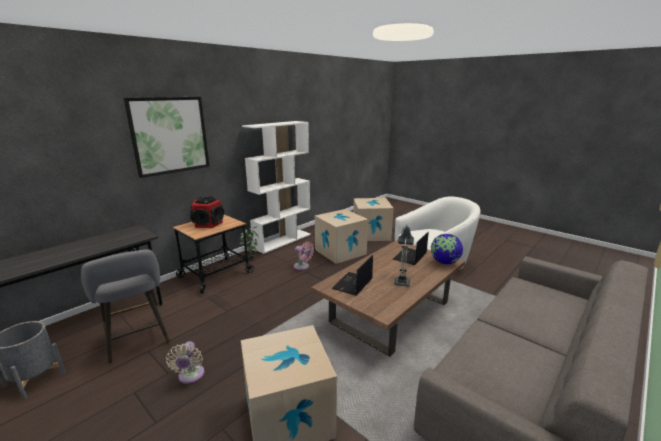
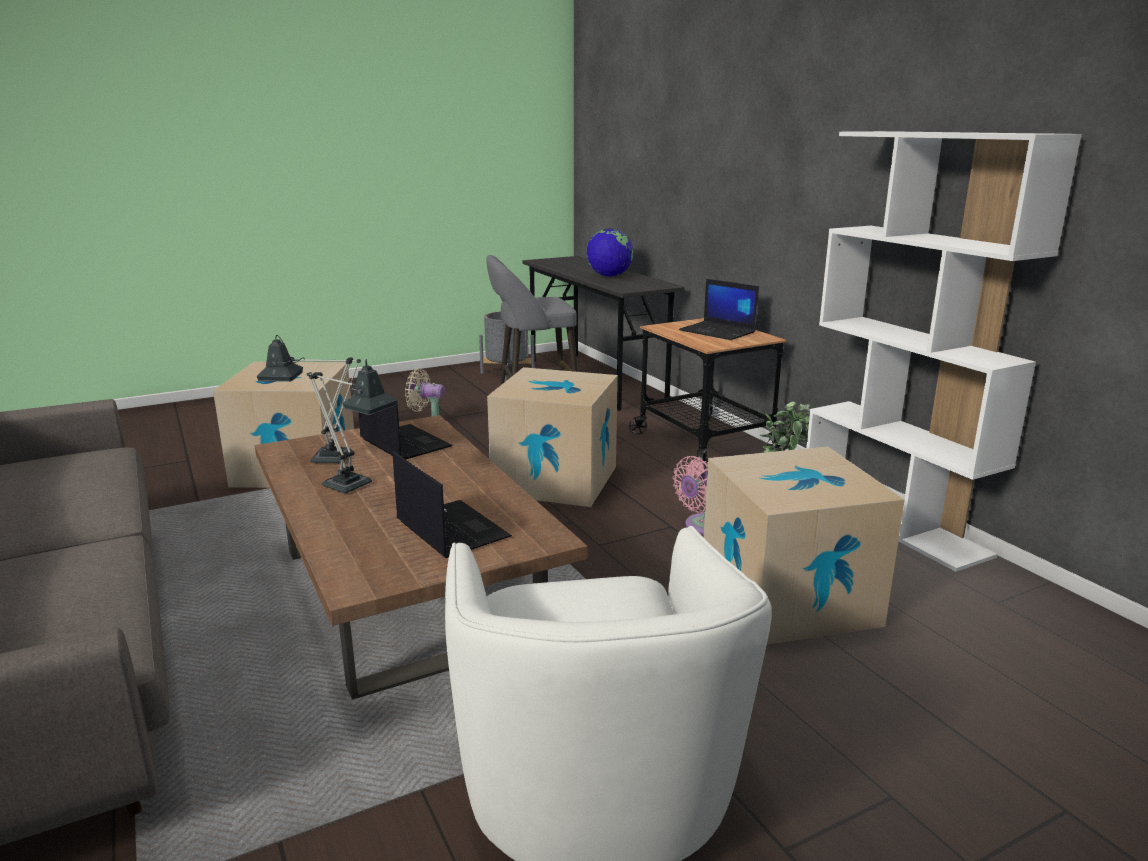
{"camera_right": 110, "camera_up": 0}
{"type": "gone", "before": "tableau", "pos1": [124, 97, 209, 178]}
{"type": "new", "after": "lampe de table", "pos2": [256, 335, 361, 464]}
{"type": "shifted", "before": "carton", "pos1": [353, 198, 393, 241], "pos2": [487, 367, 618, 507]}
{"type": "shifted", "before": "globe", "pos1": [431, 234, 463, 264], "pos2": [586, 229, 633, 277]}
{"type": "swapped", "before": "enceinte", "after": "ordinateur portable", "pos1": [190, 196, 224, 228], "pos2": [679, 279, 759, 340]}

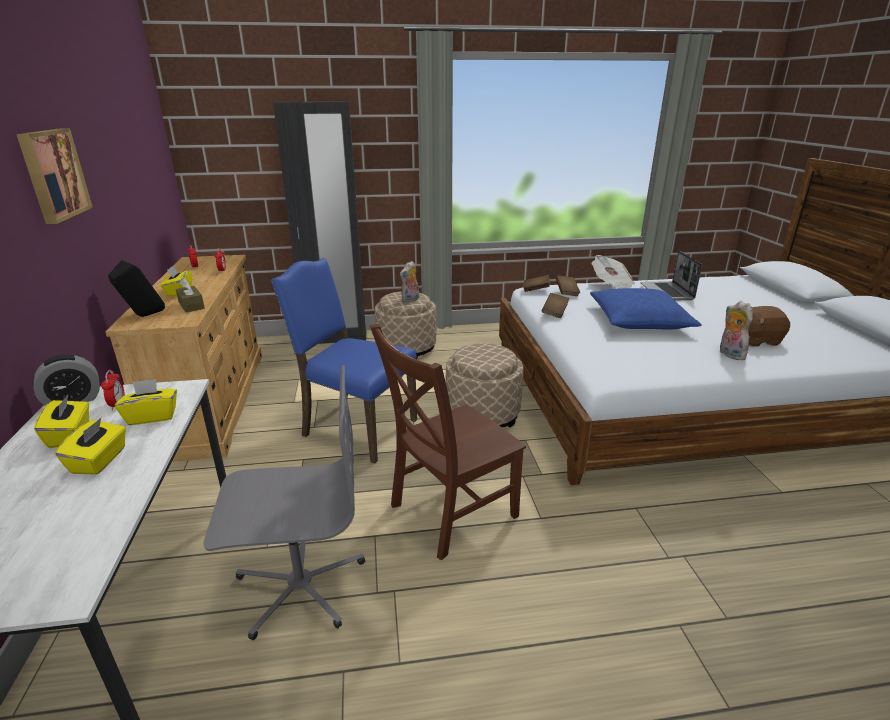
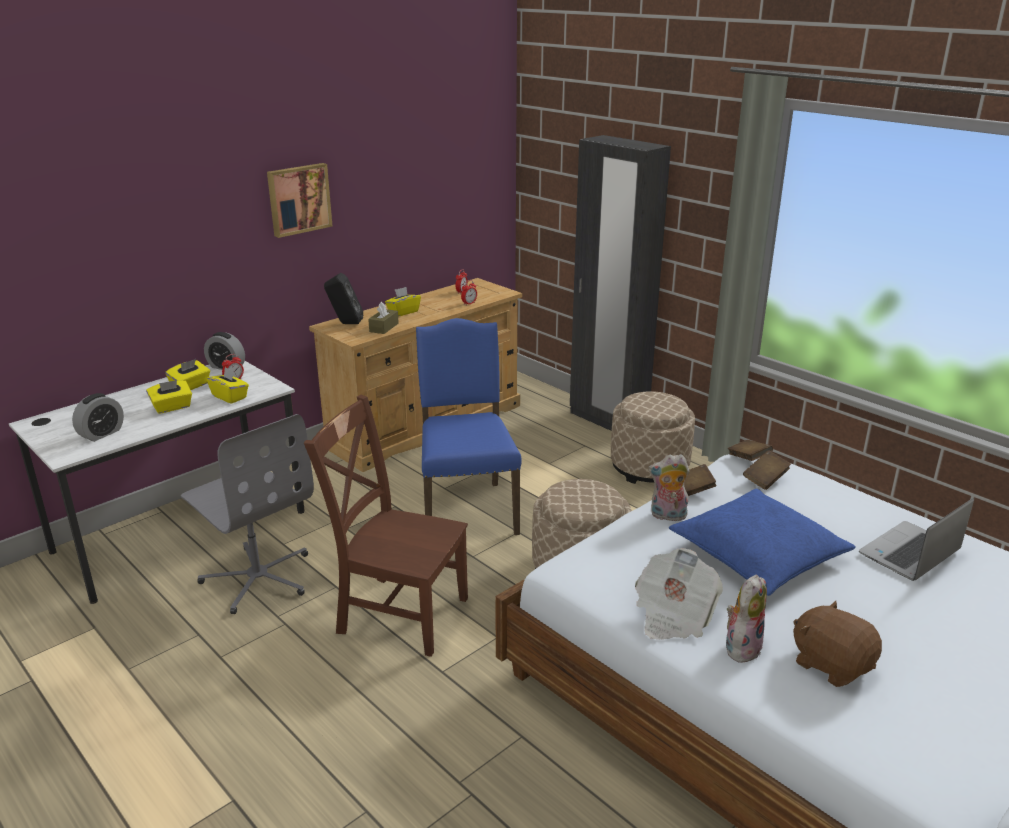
{"camera_right": 55, "camera_up": 0}
{"type": "new", "after": "réveil", "pos2": [72, 393, 124, 442]}
{"type": "shifted", "before": "peluche", "pos1": [400, 261, 419, 303], "pos2": [648, 454, 690, 521]}
{"type": "shifted", "before": "journal", "pos1": [592, 255, 635, 289], "pos2": [635, 548, 723, 640]}

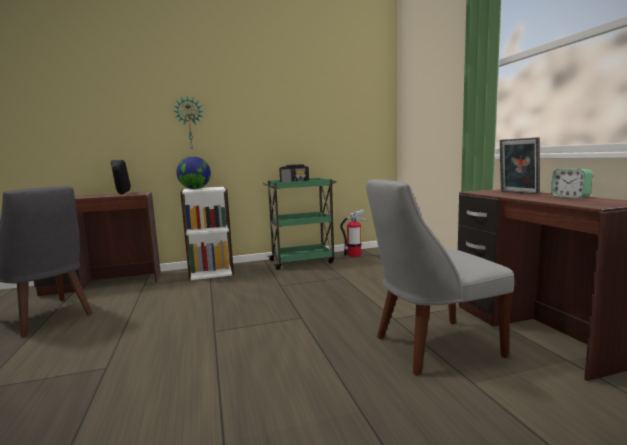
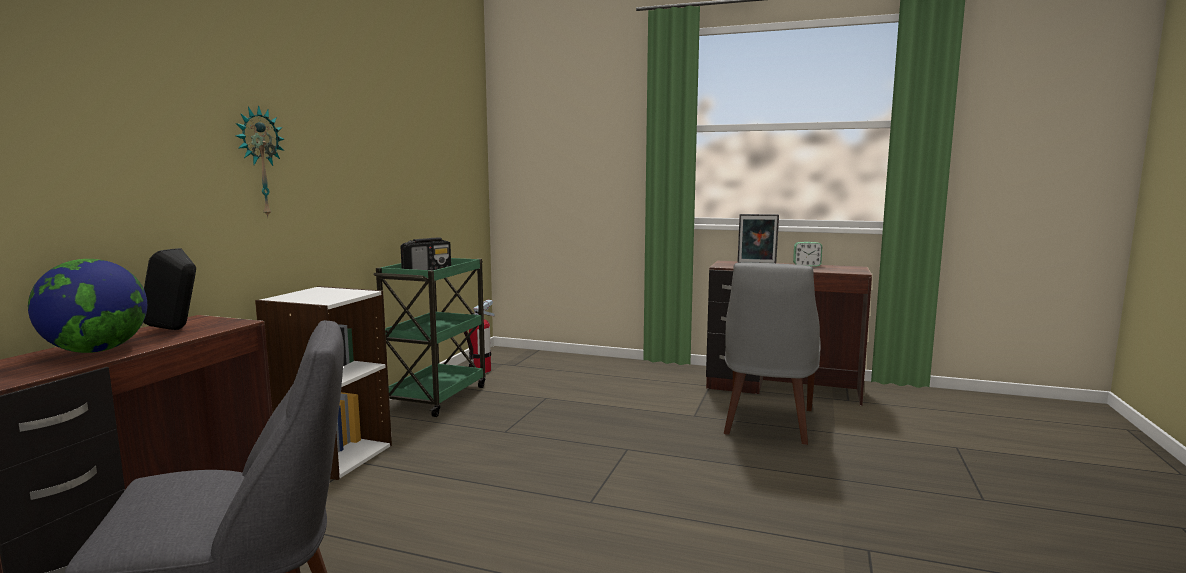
{"camera_right": -55, "camera_up": 0}
{"type": "shifted", "before": "globe", "pos1": [177, 156, 211, 189], "pos2": [28, 259, 147, 353]}

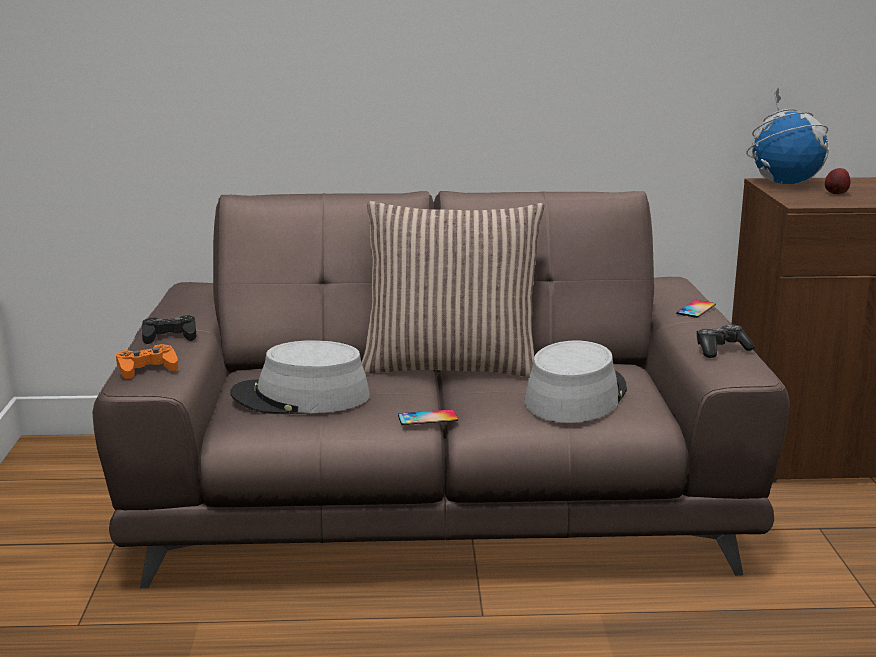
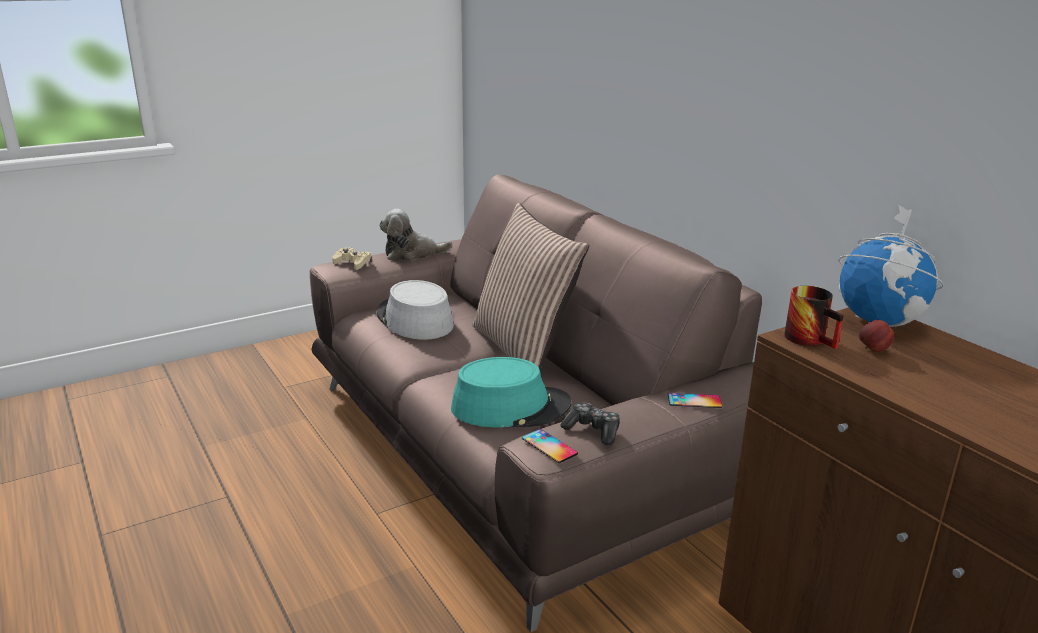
{"camera_right": 60, "camera_up": 5}
{"type": "new", "after": "mug", "pos2": [784, 286, 844, 349]}
{"type": "shifted", "before": "téléphone", "pos1": [398, 409, 458, 425], "pos2": [522, 429, 578, 463]}
{"type": "swapped", "before": "manette/noir", "after": "peluche", "pos1": [142, 315, 196, 344], "pos2": [379, 209, 452, 261]}
{"type": "repainted", "before": "manette/orange", "after": "manette/beige", "pos1": [116, 344, 178, 380], "pos2": [332, 248, 372, 270]}
{"type": "repainted", "before": "chapeau/gris", "after": "chapeau/turquoise", "pos1": [524, 340, 627, 423], "pos2": [451, 357, 571, 428]}

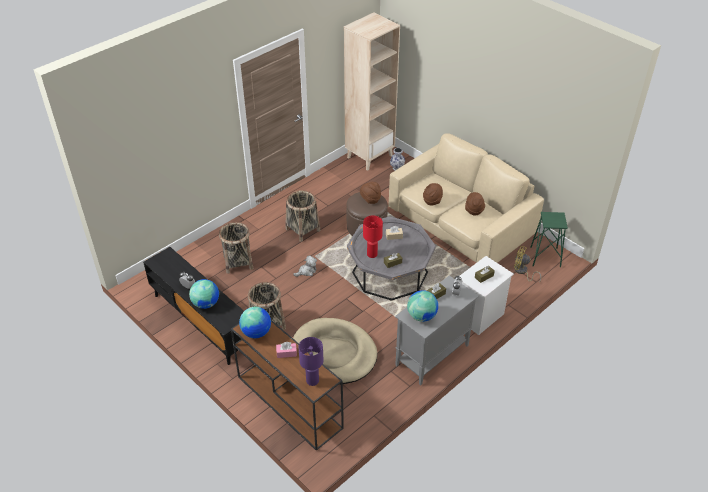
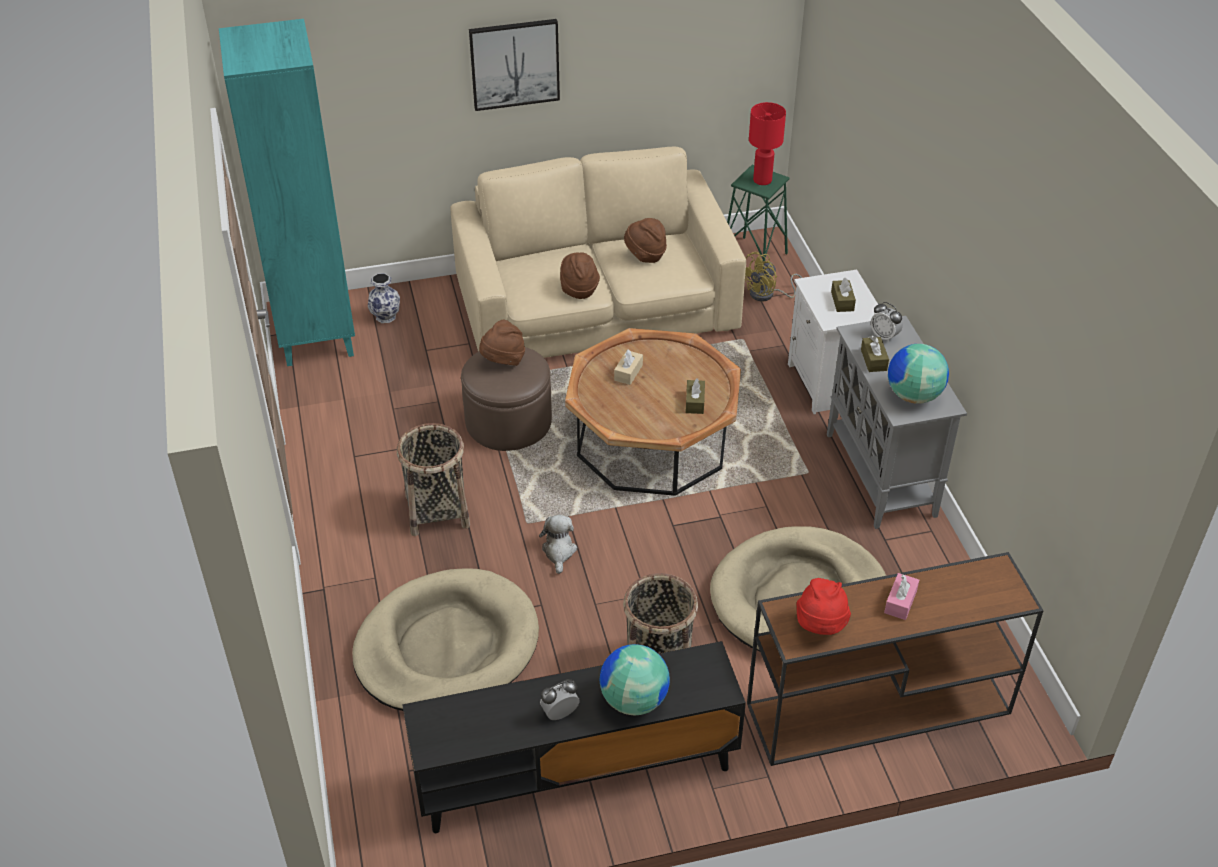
{"camera_right": -60, "camera_up": 0}
{"type": "gone", "before": "lampe de table/violet", "pos1": [298, 337, 324, 386]}
{"type": "new", "after": "tableau", "pos2": [469, 19, 560, 111]}
{"type": "shifted", "before": "lampe de table/rouge", "pos1": [363, 215, 383, 258], "pos2": [749, 102, 786, 185]}
{"type": "swapped", "before": "panier", "after": "panier pour chien/beige", "pos1": [219, 222, 253, 274], "pos2": [352, 569, 539, 711]}
{"type": "swapped", "before": "globe", "after": "chapeau/rouge", "pos1": [239, 307, 271, 338], "pos2": [797, 578, 851, 635]}
{"type": "repainted", "before": "bibliothèque/beige", "after": "bibliothèque/turquoise", "pos1": [344, 13, 400, 171], "pos2": [219, 19, 355, 366]}
{"type": "repainted", "before": "table basse/gris", "after": "table basse/marron", "pos1": [347, 216, 436, 301], "pos2": [565, 328, 741, 496]}

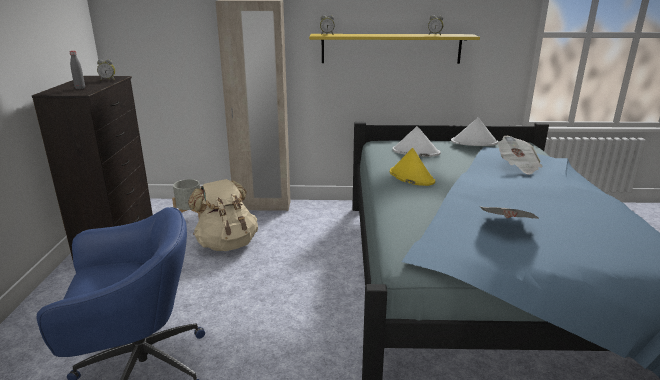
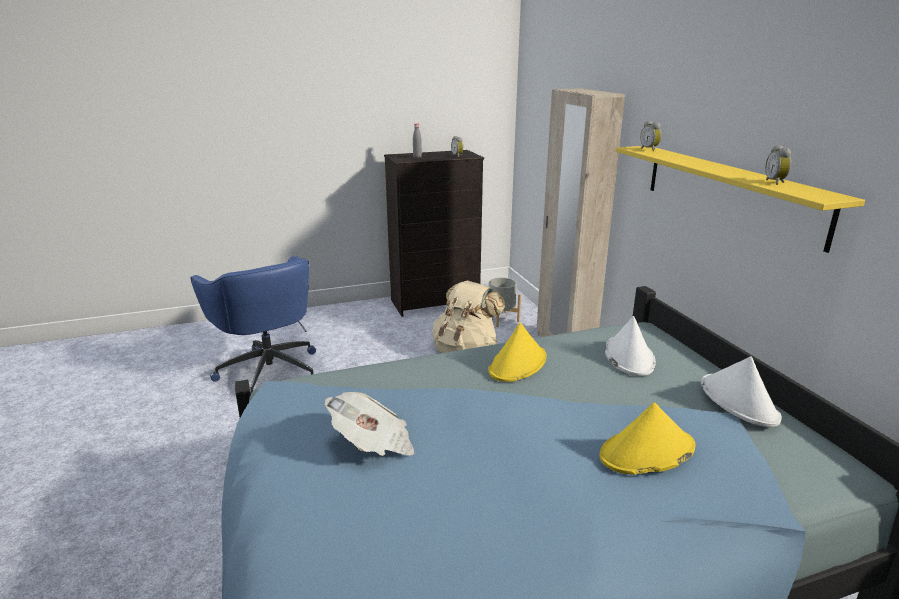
{"camera_right": 70, "camera_up": 0}
{"type": "swapped", "before": "journal", "after": "chapeau/jaune", "pos1": [498, 136, 542, 175], "pos2": [600, 403, 696, 475]}

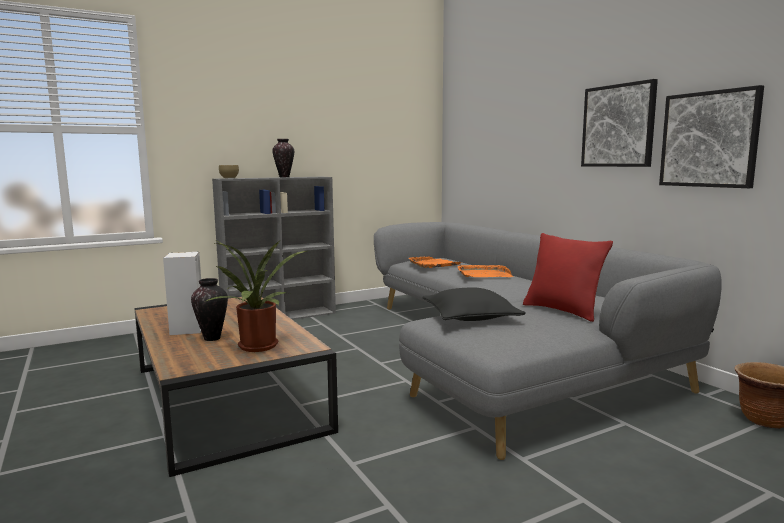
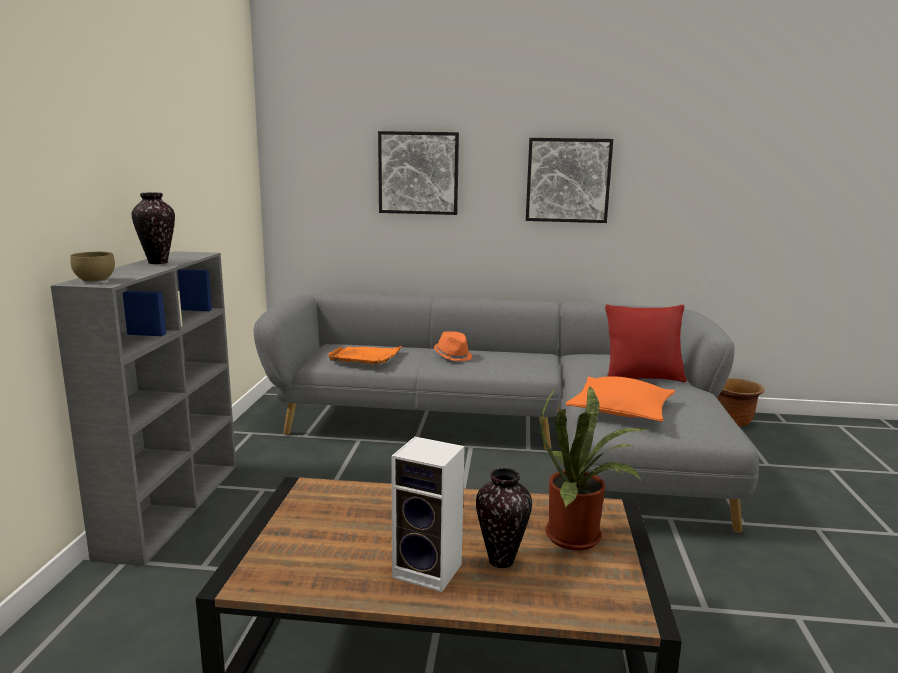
{"camera_right": -55, "camera_up": 5}
{"type": "shifted", "before": "tableau", "pos1": [659, 85, 764, 188], "pos2": [378, 131, 459, 215]}
{"type": "swapped", "before": "plateau/orange", "after": "chapeau/orange", "pos1": [458, 264, 513, 277], "pos2": [434, 331, 472, 361]}
{"type": "repainted", "before": "coussin/noir", "after": "coussin/orange", "pos1": [422, 287, 526, 321], "pos2": [566, 376, 675, 422]}

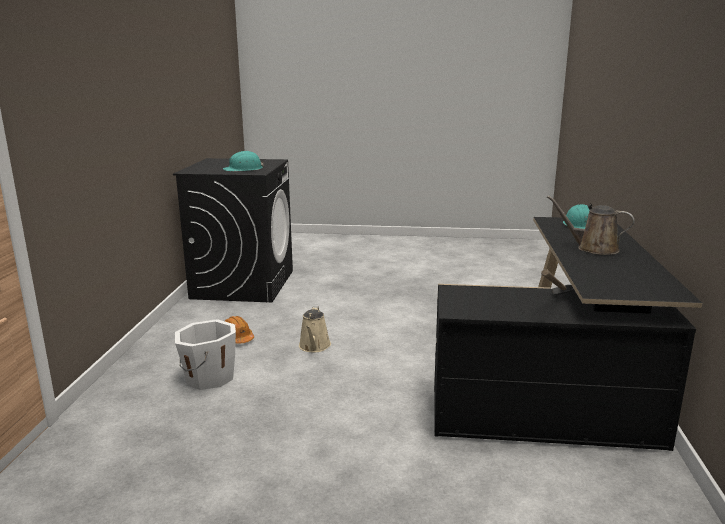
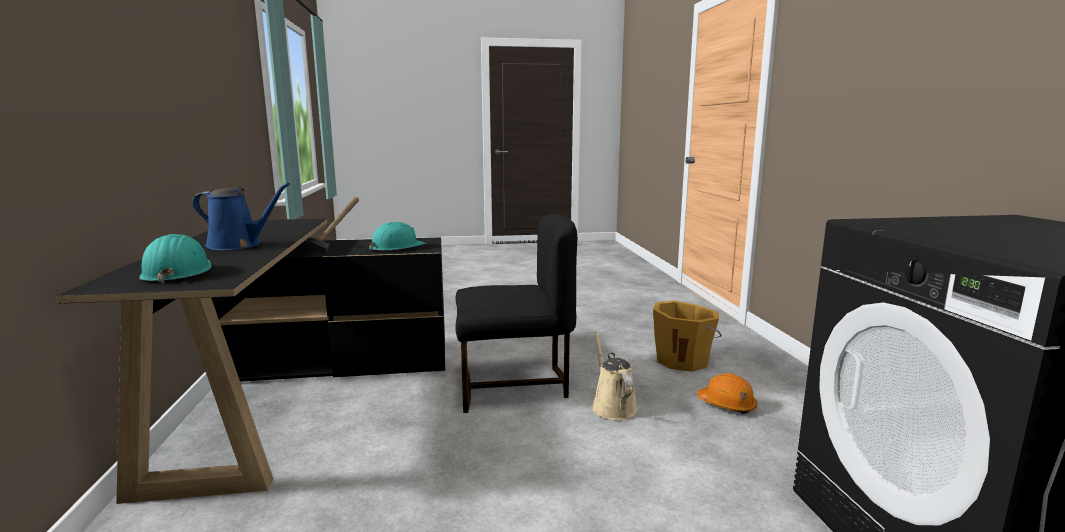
{"camera_right": 165, "camera_up": -5}
{"type": "new", "after": "chaise/noir", "pos2": [455, 214, 577, 413]}
{"type": "shifted", "before": "casque de chantier/turquoise", "pos1": [223, 151, 264, 171], "pos2": [369, 222, 426, 250]}
{"type": "repainted", "before": "seau/blanc", "after": "seau/orange", "pos1": [175, 319, 236, 390], "pos2": [653, 300, 722, 372]}
{"type": "repainted", "before": "arrosoir/marron", "after": "arrosoir/bleu", "pos1": [547, 196, 634, 255], "pos2": [192, 183, 290, 250]}

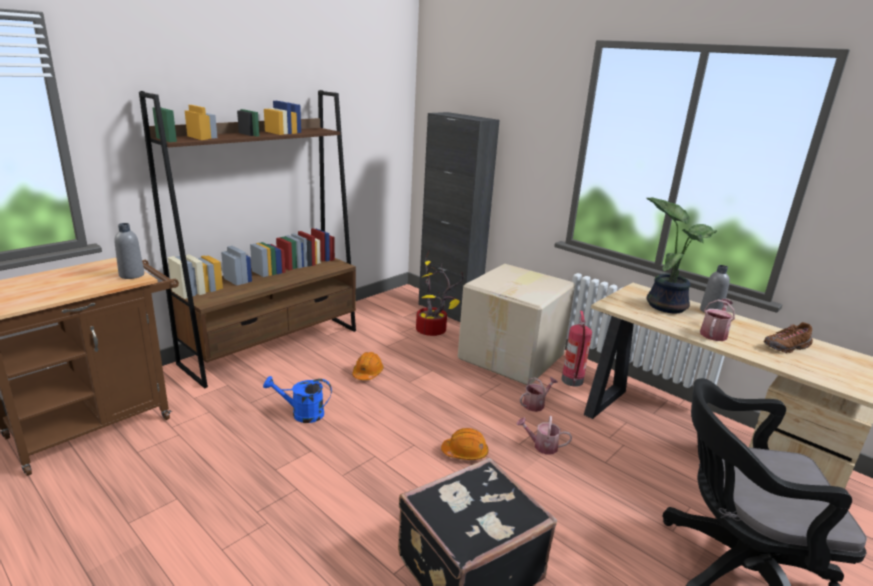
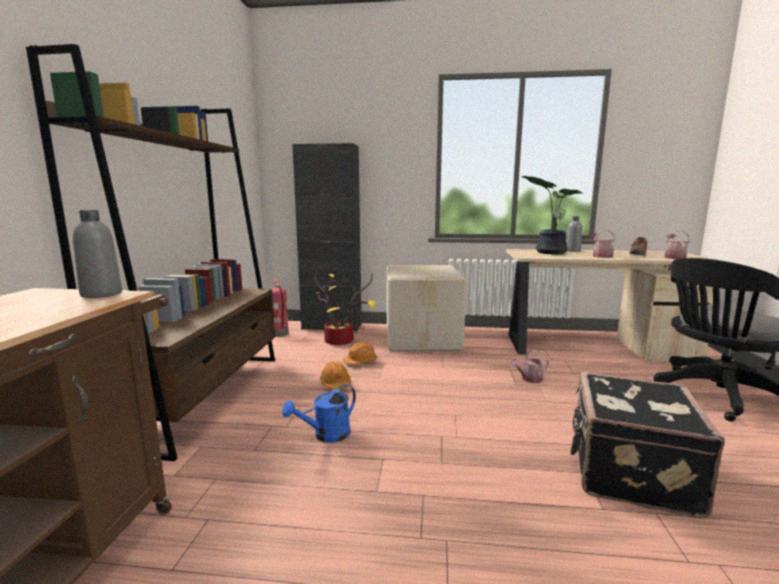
{"camera_right": -35, "camera_up": -10}
{"type": "shifted", "before": "casque de chantier/orange", "pos1": [441, 428, 488, 460], "pos2": [343, 342, 377, 364]}
{"type": "shifted", "before": "arrosoir", "pos1": [520, 377, 558, 412], "pos2": [664, 230, 690, 259]}
{"type": "shifted", "before": "extincteur", "pos1": [561, 311, 592, 387], "pos2": [272, 278, 289, 337]}

